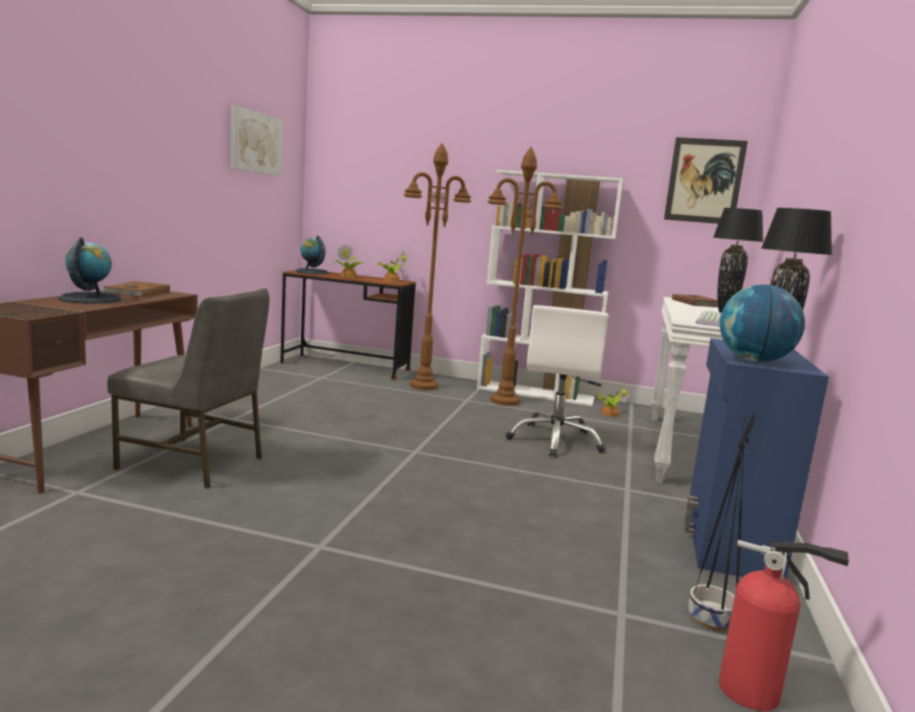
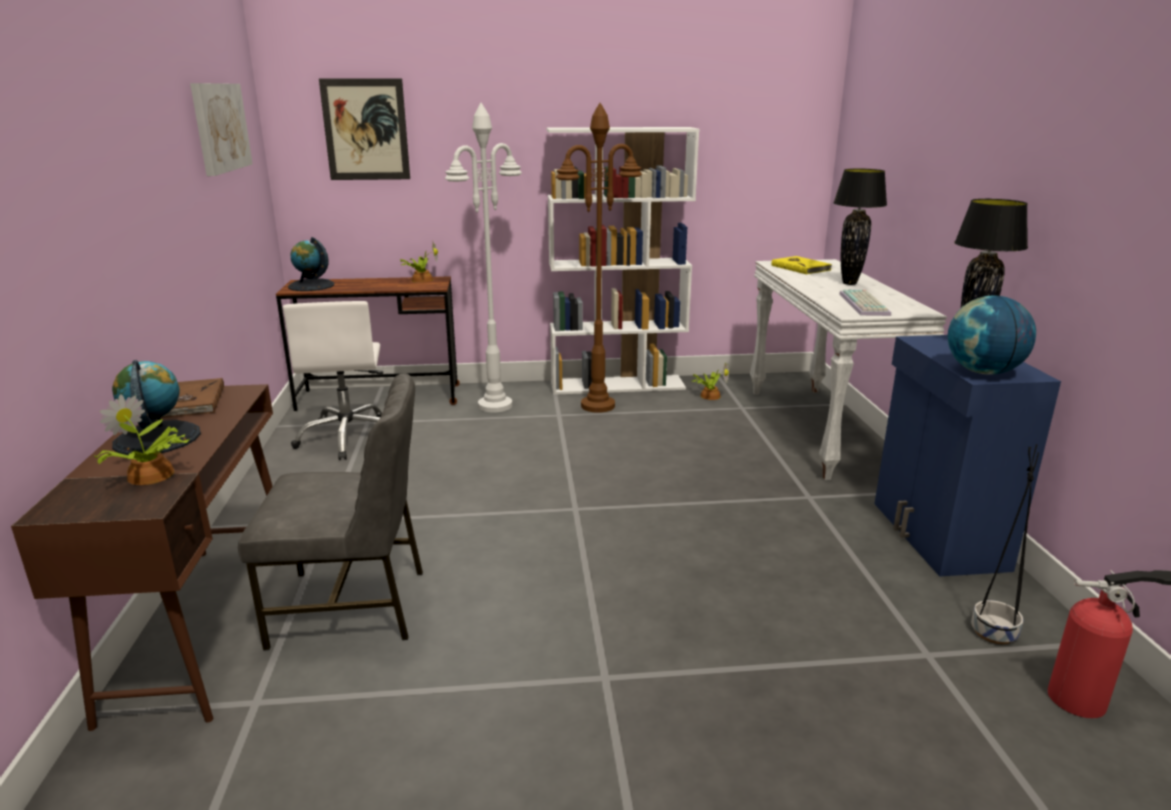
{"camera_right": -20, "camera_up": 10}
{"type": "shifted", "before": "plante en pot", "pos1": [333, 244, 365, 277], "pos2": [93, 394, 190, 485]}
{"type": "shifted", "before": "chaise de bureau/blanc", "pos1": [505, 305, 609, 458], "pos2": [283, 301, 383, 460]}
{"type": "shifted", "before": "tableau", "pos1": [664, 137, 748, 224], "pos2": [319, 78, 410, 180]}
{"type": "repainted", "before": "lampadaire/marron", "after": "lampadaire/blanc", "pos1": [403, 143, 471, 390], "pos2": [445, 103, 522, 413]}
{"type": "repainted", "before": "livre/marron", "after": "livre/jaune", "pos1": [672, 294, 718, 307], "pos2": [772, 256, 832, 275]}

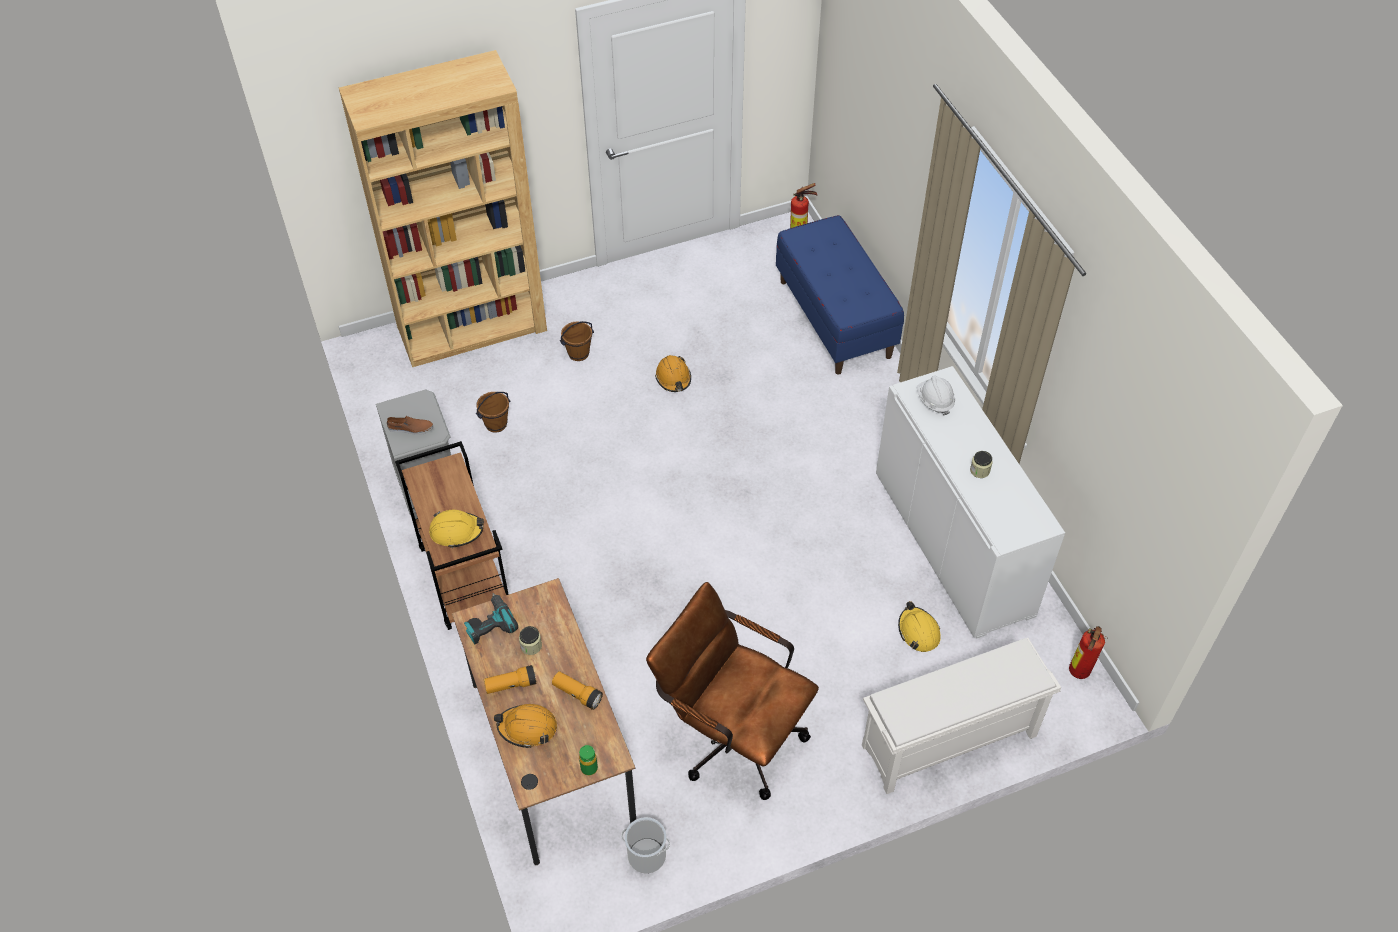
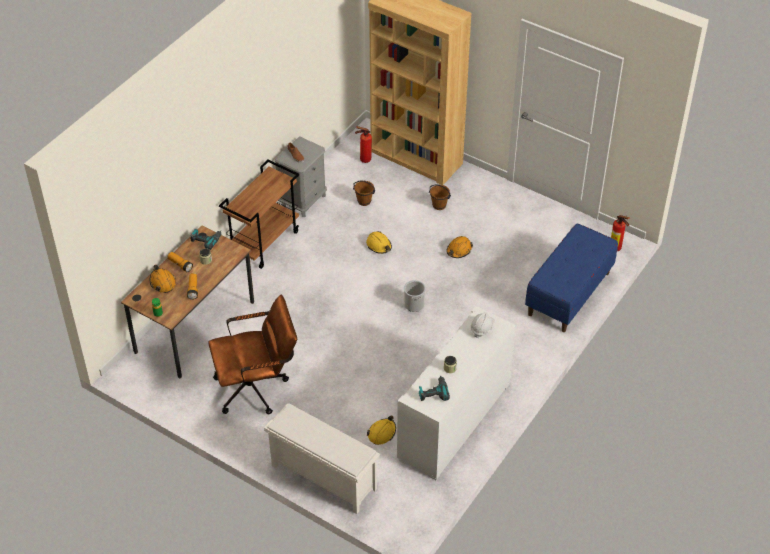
{"camera_right": 55, "camera_up": -5}
{"type": "new", "after": "perceuse", "pos2": [419, 375, 450, 401]}
{"type": "shifted", "before": "casque de chantier/jaune", "pos1": [429, 510, 484, 548], "pos2": [366, 231, 392, 254]}
{"type": "shifted", "before": "seau", "pos1": [622, 817, 670, 873], "pos2": [404, 280, 426, 312]}
{"type": "shifted", "before": "extincteur", "pos1": [1069, 626, 1105, 679], "pos2": [355, 126, 372, 163]}
{"type": "rotated", "before": "chaise de bureau/marron", "pos1": [646, 582, 819, 800], "pos2": [208, 295, 297, 414], "turn": 75}

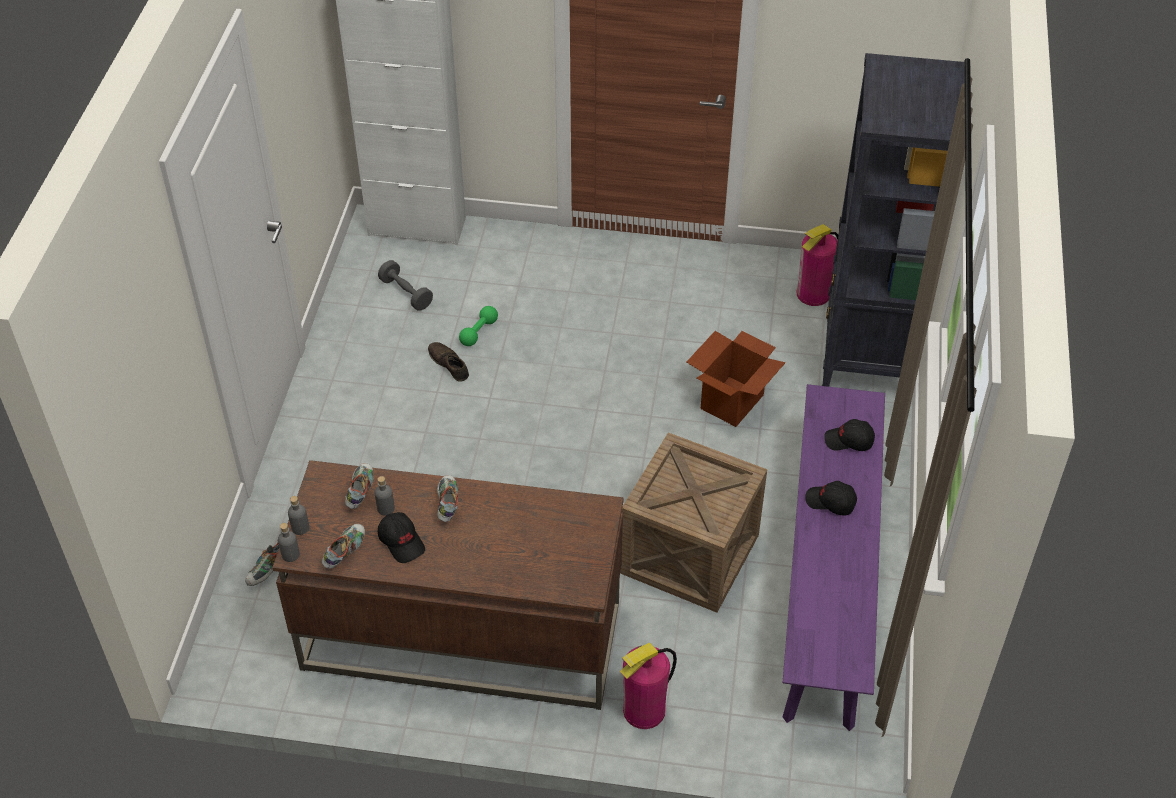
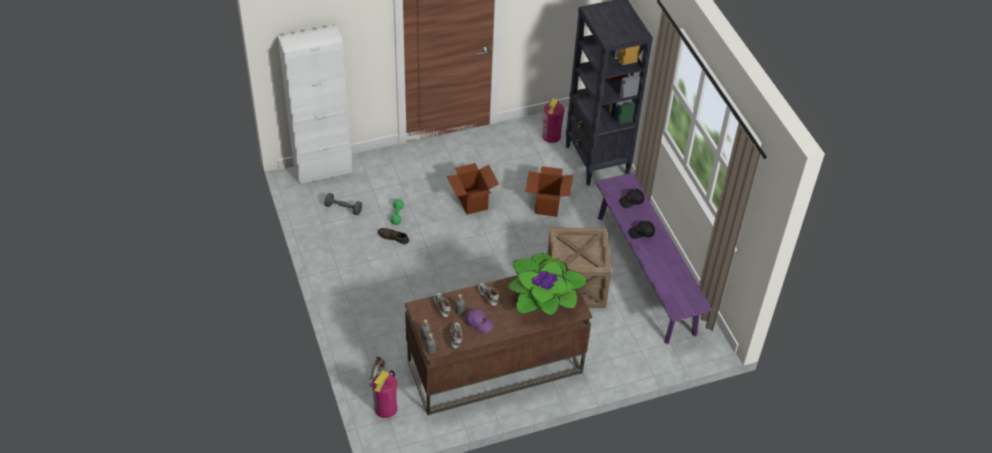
{"camera_right": -30, "camera_up": 0}
{"type": "new", "after": "carton", "pos2": [447, 163, 499, 215]}
{"type": "new", "after": "plante en pot", "pos2": [508, 253, 587, 316]}
{"type": "shifted", "before": "extincteur", "pos1": [620, 642, 677, 729], "pos2": [372, 371, 397, 418]}
{"type": "repainted", "before": "casquette/noir", "after": "casquette/violet", "pos1": [378, 512, 425, 563], "pos2": [465, 309, 494, 333]}

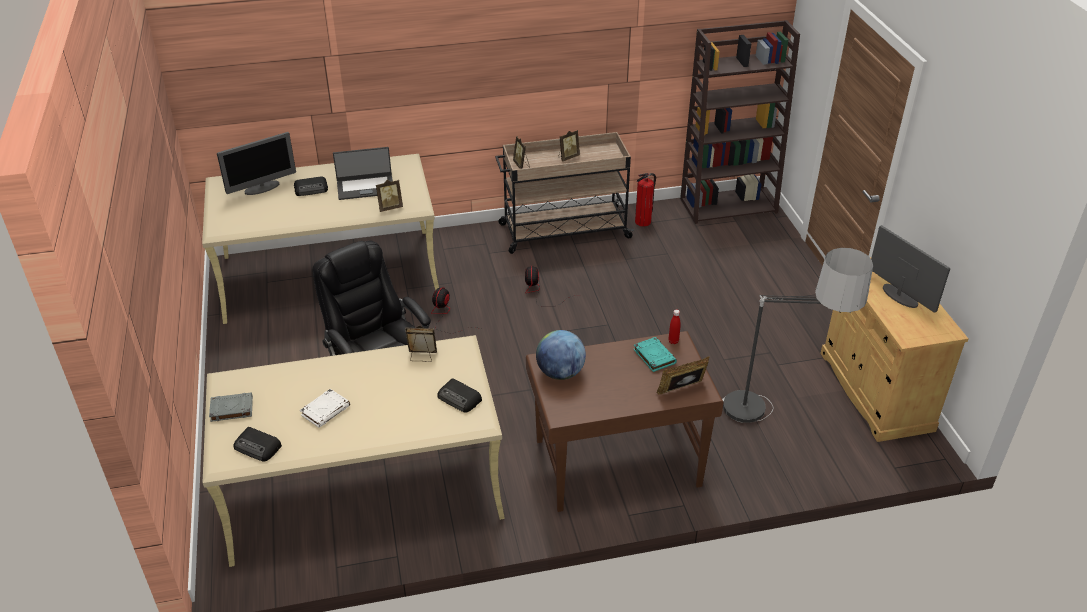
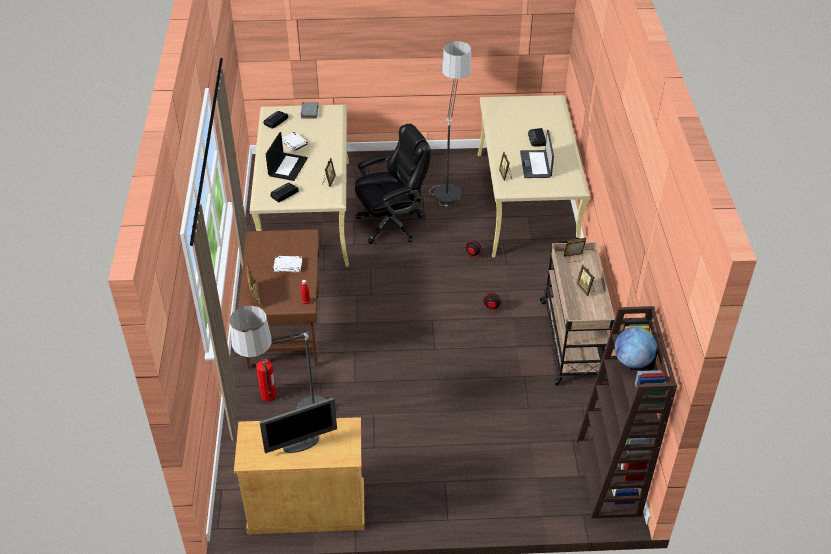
{"camera_right": 100, "camera_up": 5}
{"type": "gone", "before": "écran d'ordinateur", "pos1": [217, 132, 296, 195]}
{"type": "gone", "before": "livre/turquoise", "pos1": [633, 337, 677, 372]}
{"type": "new", "after": "ordinateur portable", "pos2": [266, 132, 308, 181]}
{"type": "new", "after": "livre/blanc", "pos2": [273, 256, 302, 273]}
{"type": "new", "after": "lampadaire", "pos2": [430, 41, 471, 207]}
{"type": "shifted", "before": "globe", "pos1": [536, 330, 586, 380], "pos2": [615, 327, 657, 369]}
{"type": "shifted", "before": "extincteur", "pos1": [635, 173, 656, 227], "pos2": [256, 354, 276, 402]}

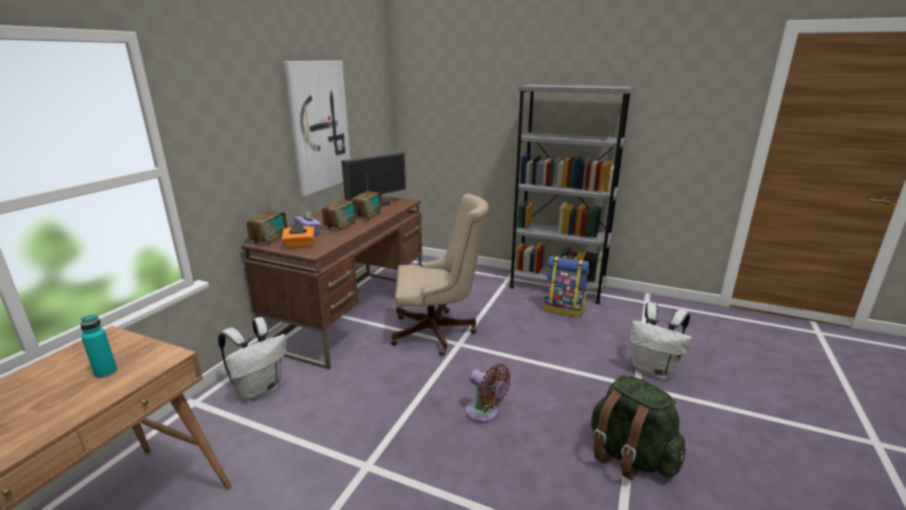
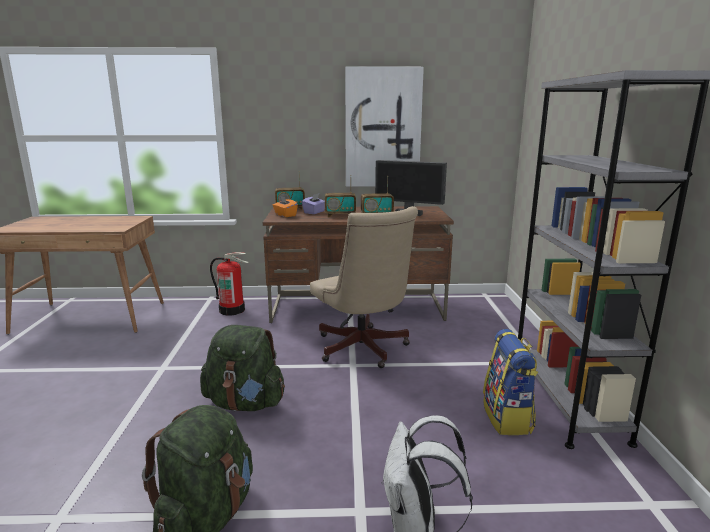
{"camera_right": 65, "camera_up": -5}
{"type": "gone", "before": "bouteille/turquoise", "pos1": [80, 314, 117, 378]}
{"type": "swapped", "before": "sac à dos/blanc", "after": "extincteur", "pos1": [218, 317, 286, 401], "pos2": [210, 252, 248, 315]}
{"type": "swapped", "before": "ventilateur/marron", "after": "sac à dos/vert", "pos1": [466, 364, 511, 423], "pos2": [200, 325, 285, 411]}

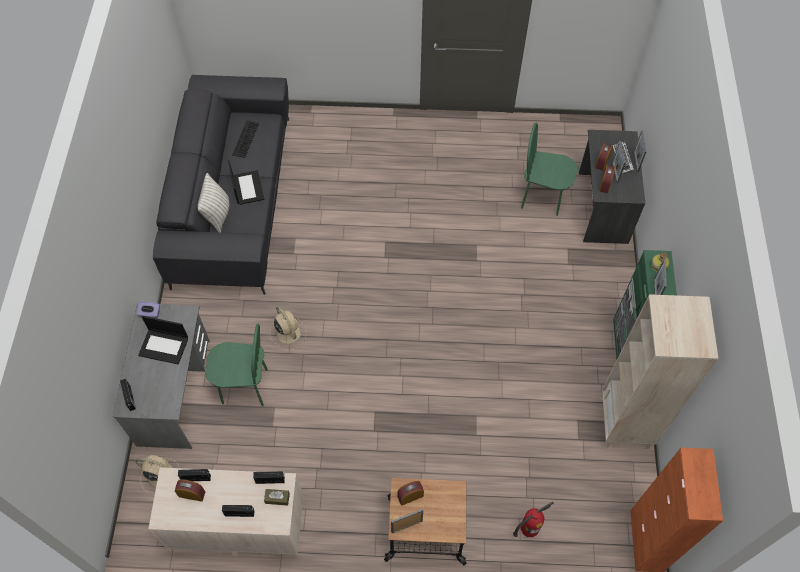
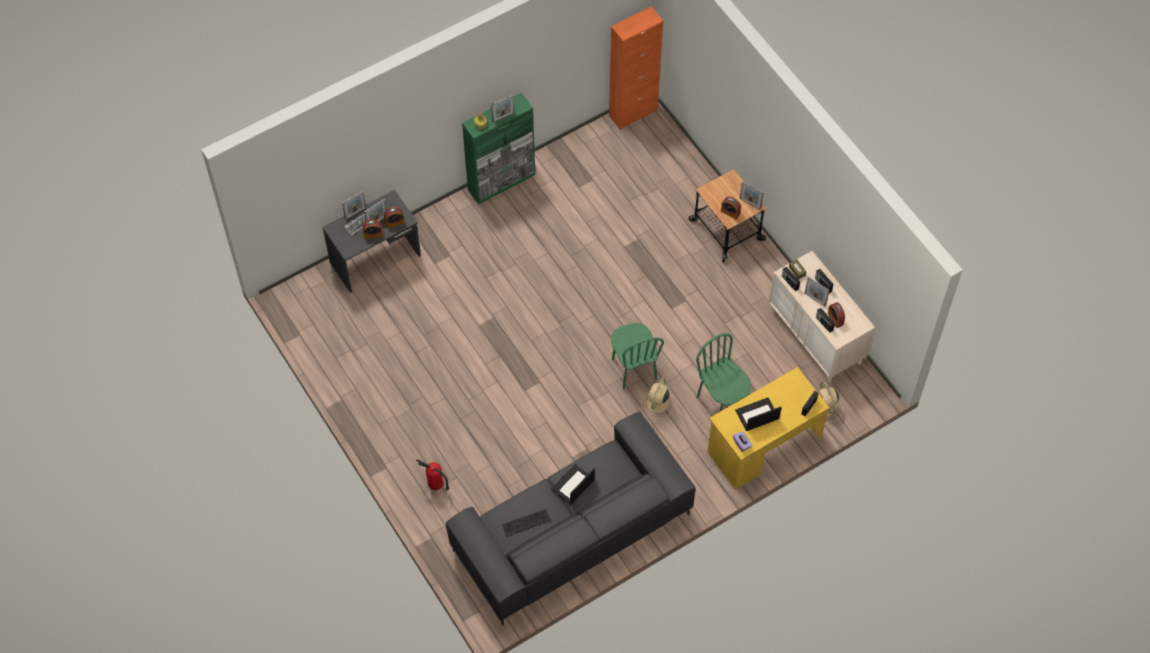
{"camera_right": -125, "camera_up": 0}
{"type": "gone", "before": "coussin", "pos1": [197, 173, 229, 232]}
{"type": "gone", "before": "bibliothèque/beige", "pos1": [601, 294, 718, 449]}
{"type": "new", "after": "cadre photo", "pos2": [804, 277, 829, 306]}
{"type": "shifted", "before": "extincteur", "pos1": [513, 502, 554, 537], "pos2": [416, 459, 449, 490]}
{"type": "shifted", "before": "chaise/vert", "pos1": [521, 123, 577, 216], "pos2": [611, 323, 664, 390]}
{"type": "repainted", "before": "bureau/gris", "after": "bureau/jaune", "pos1": [113, 303, 210, 449], "pos2": [707, 367, 830, 490]}
{"type": "rotated", "before": "ordinateur portable", "pos1": [138, 316, 188, 364], "pos2": [735, 397, 782, 431], "turn": -90}

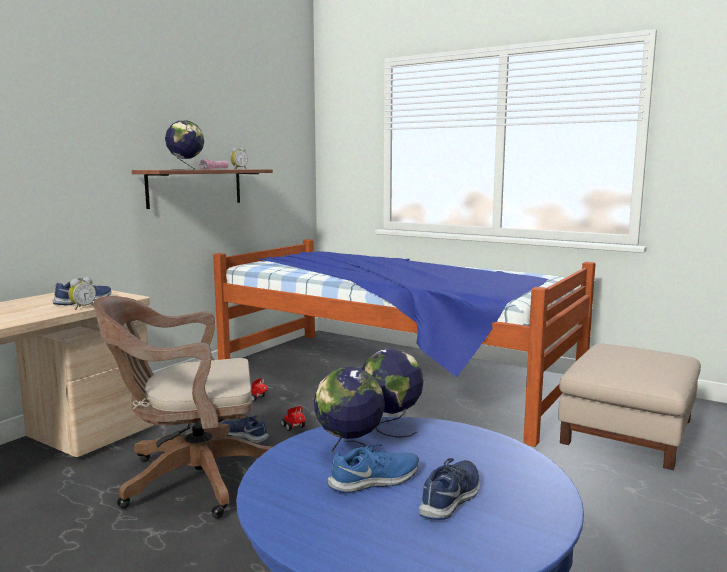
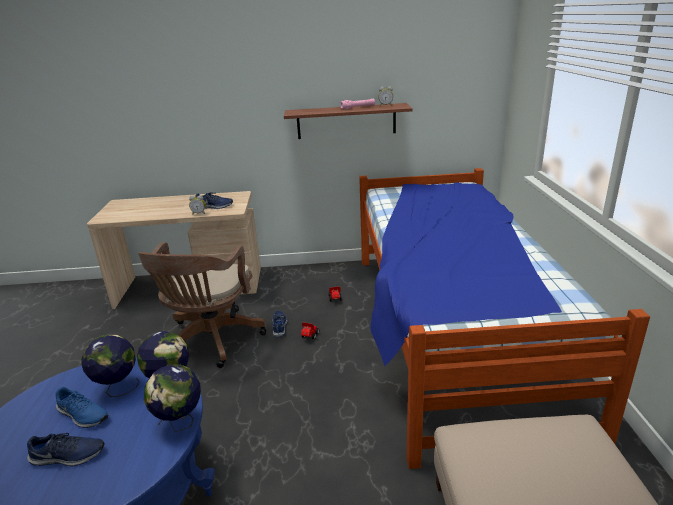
{"camera_right": 55, "camera_up": 15}
{"type": "shifted", "before": "globe", "pos1": [165, 121, 204, 170], "pos2": [144, 364, 201, 432]}
{"type": "rotated", "before": "chaise de bureau/marron", "pos1": [93, 296, 274, 519], "pos2": [138, 242, 266, 368], "turn": -120}

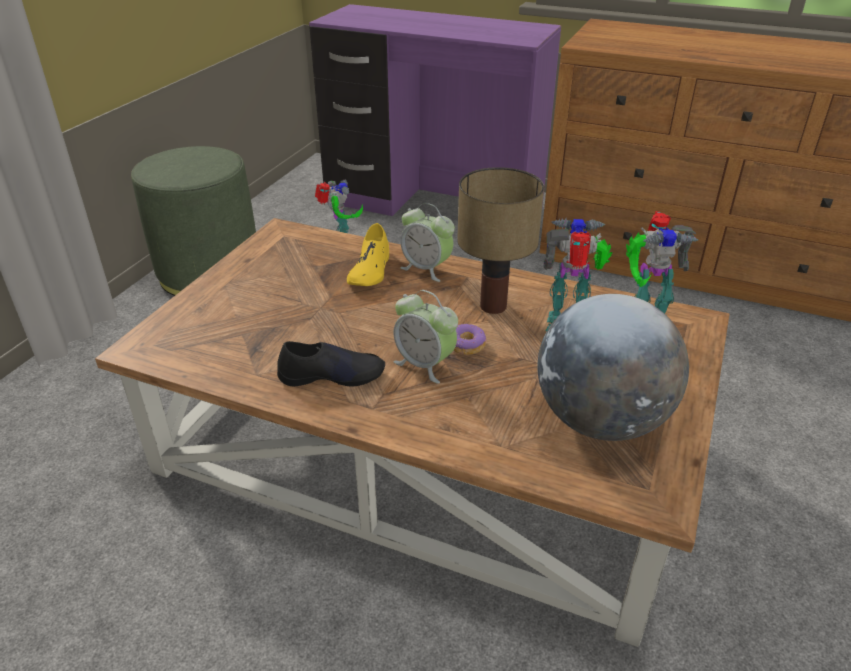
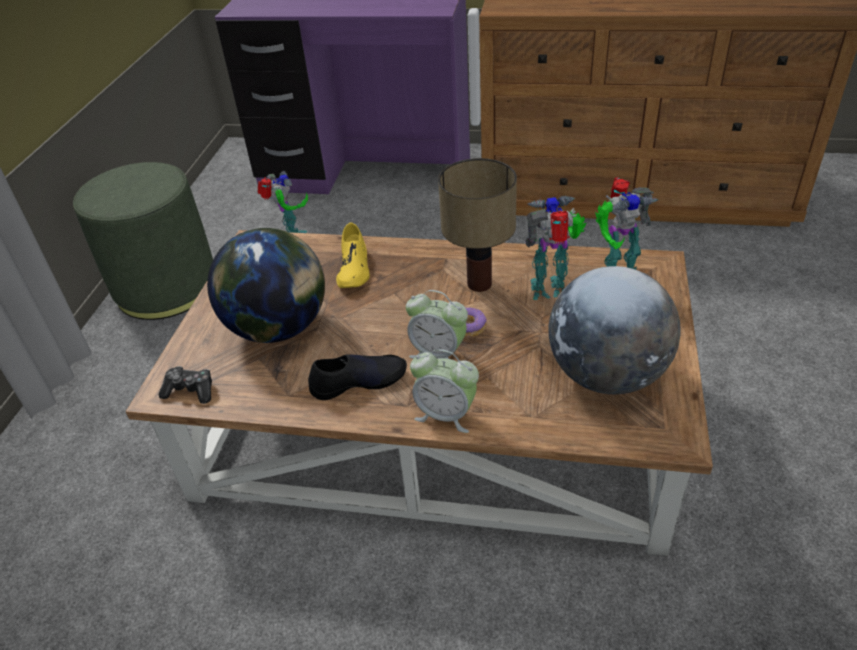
{"camera_right": -10, "camera_up": 5}
{"type": "new", "after": "manette", "pos2": [159, 366, 212, 404]}
{"type": "new", "after": "globe", "pos2": [207, 228, 325, 343]}
{"type": "shifted", "before": "réveil", "pos1": [400, 203, 455, 282], "pos2": [410, 349, 479, 433]}

